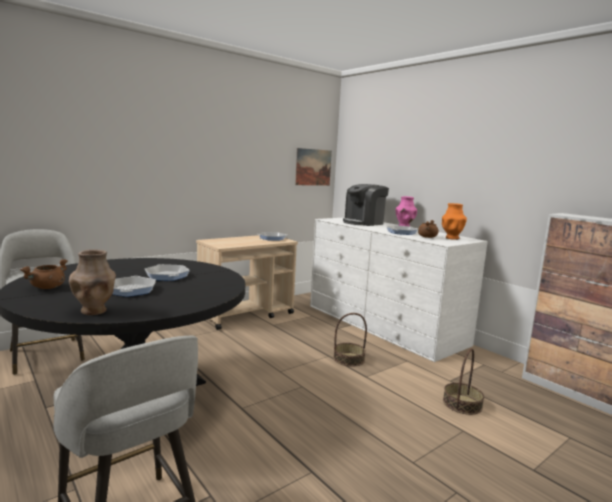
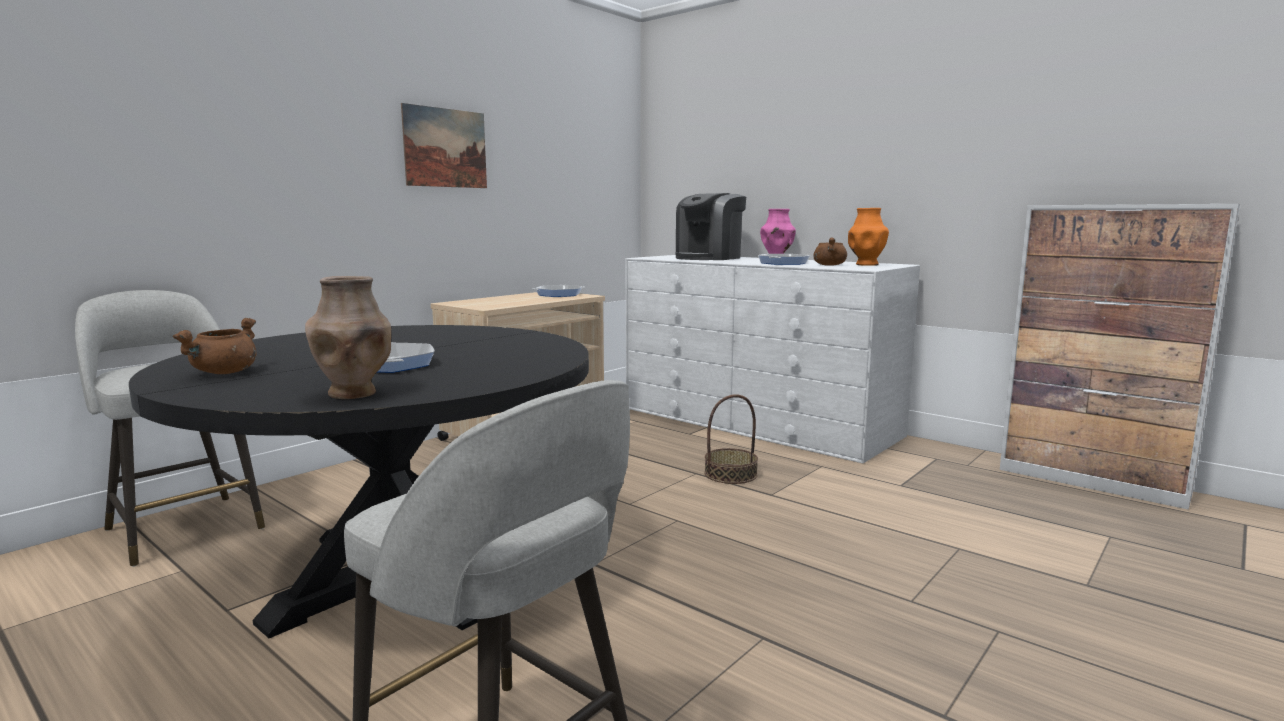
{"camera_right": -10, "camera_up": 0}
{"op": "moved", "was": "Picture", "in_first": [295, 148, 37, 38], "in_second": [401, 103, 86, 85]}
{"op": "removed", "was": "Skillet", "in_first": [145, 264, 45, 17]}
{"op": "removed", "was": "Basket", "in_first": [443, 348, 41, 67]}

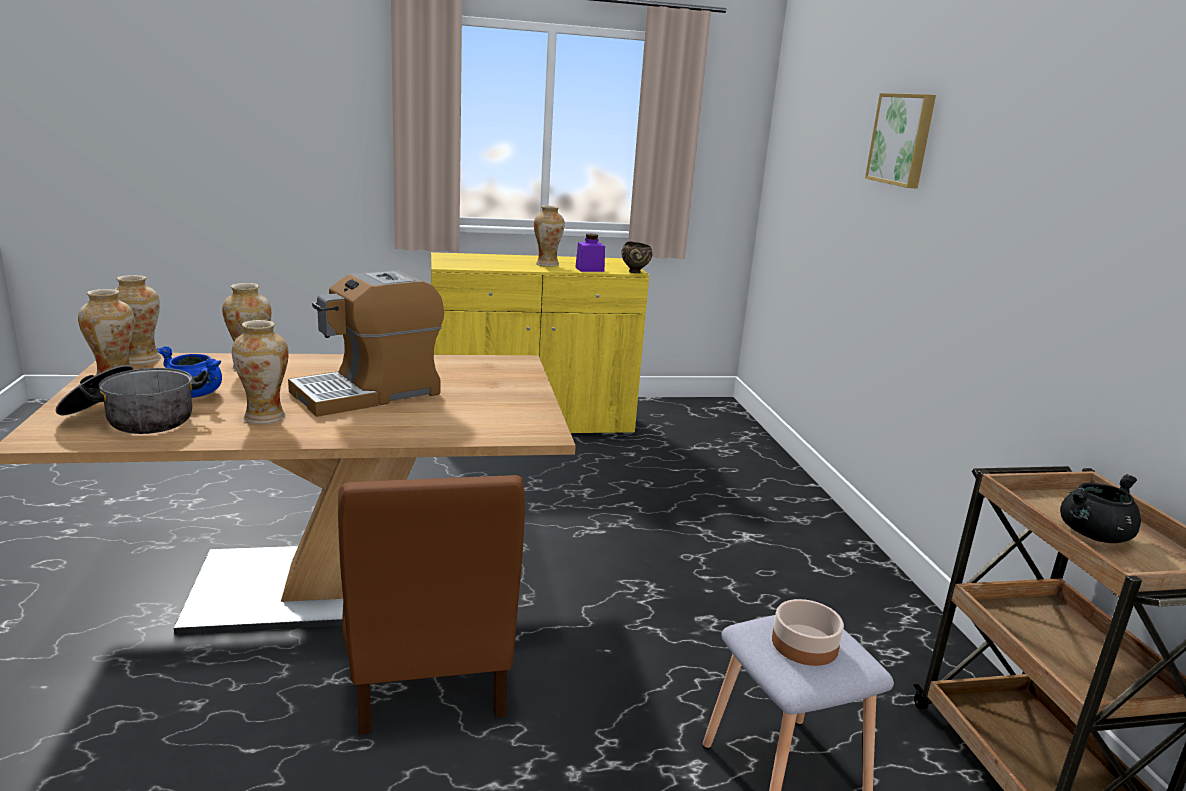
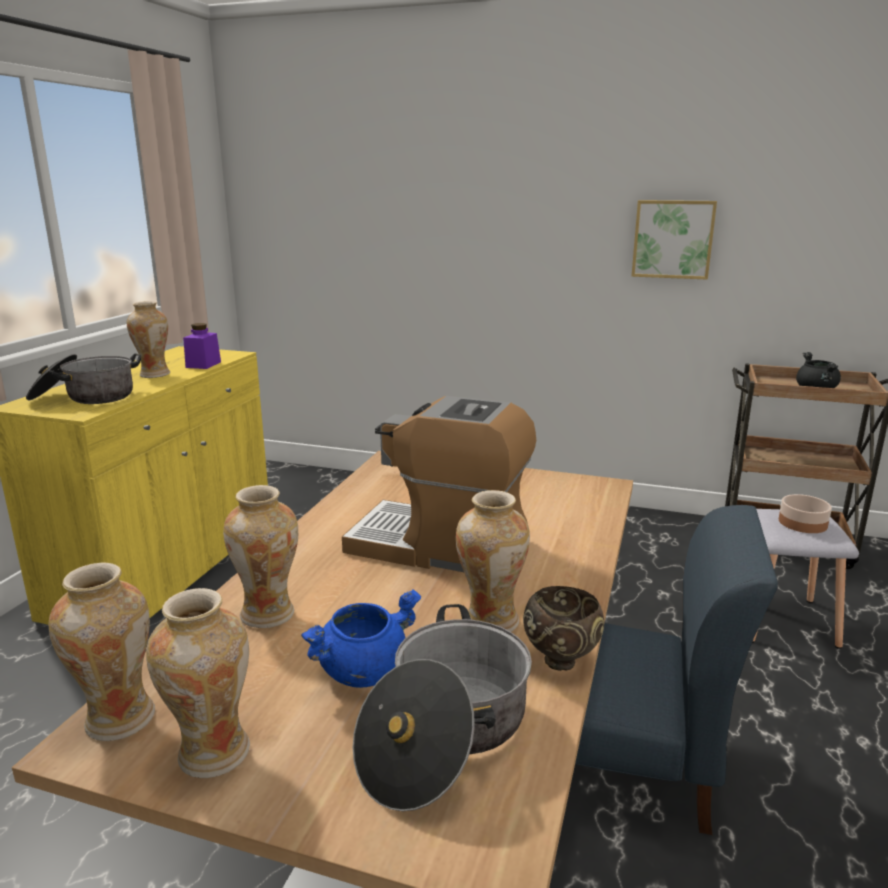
{"camera_right": -60, "camera_up": 0}
{"op": "moved", "was": "Picture", "in_first": [865, 93, 71, 96], "in_second": [631, 200, 86, 80]}
{"op": "moved", "was": "BrownColouredServingBowl", "in_first": [622, 242, 31, 31], "in_second": [523, 586, 81, 85]}
{"op": "turned", "was": "CoffeeMaker", "in_first": [288, 270, 156, 147], "in_second": [342, 396, 194, 176], "clockwise": 120}
{"op": "recoloured", "was": "BrownColouredUprightChair", "now": "BlueColouredUprightChair", "in_first": [338, 475, 187, 260], "in_second": [575, 505, 203, 330]}
{"op": "added", "now": "Stockpot", "in_second": [26, 354, 115, 50]}

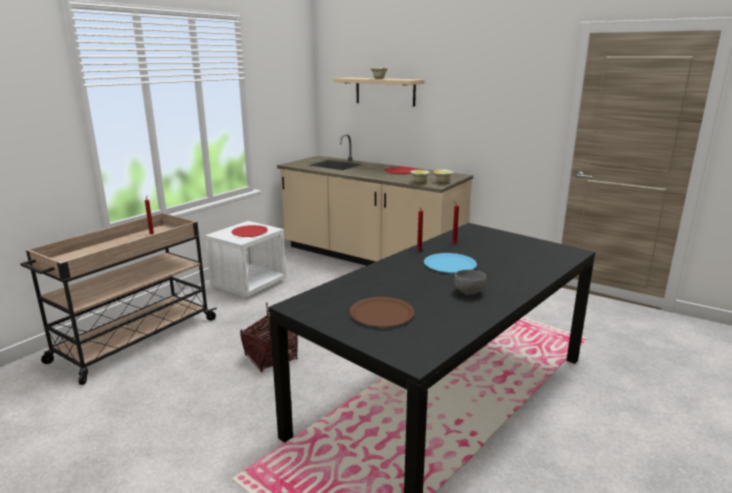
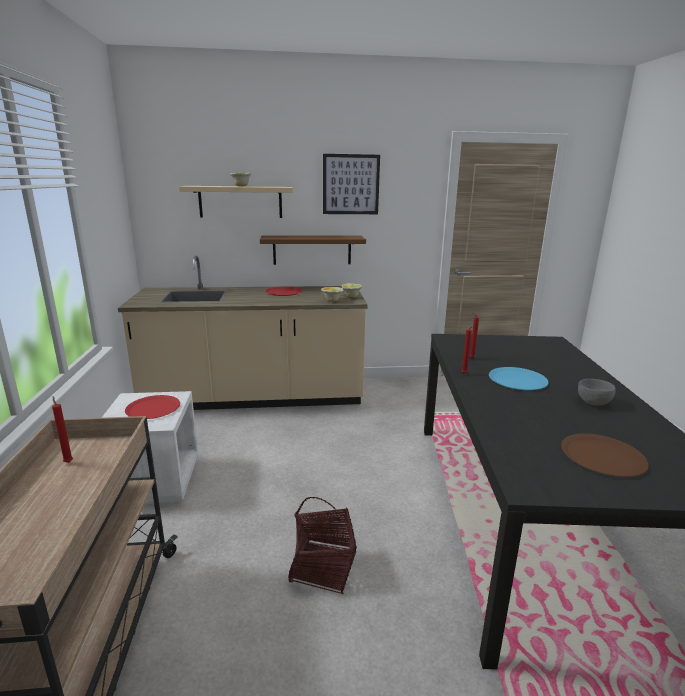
{"camera_right": -40, "camera_up": 0}
{"op": "added", "now": "Picture", "in_second": [323, 154, 57, 60]}
{"op": "added", "now": "BrownColouredShelf", "in_second": [260, 235, 106, 30]}

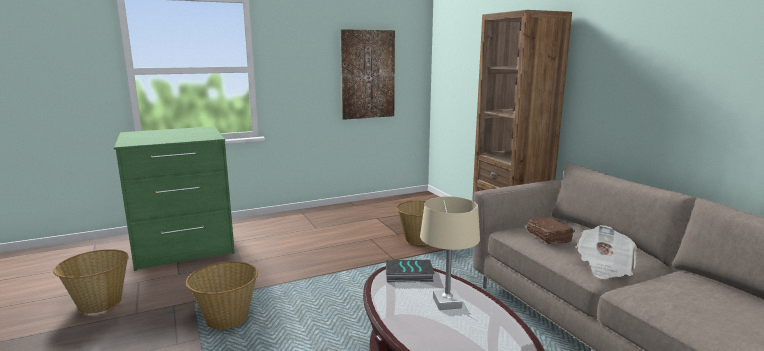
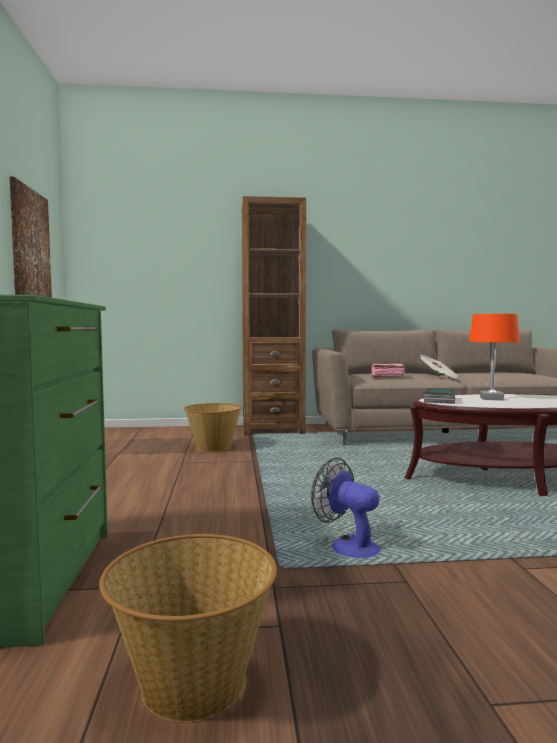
{"camera_right": -70, "camera_up": -10}
{"op": "recoloured", "was": "BeigeColouredLampForATable", "now": "OrangeyLampForATable", "in_first": [420, 196, 60, 114], "in_second": [469, 314, 51, 86]}
{"op": "recoloured", "was": "BrownColouredBook", "now": "PinkColouredBook", "in_first": [527, 217, 48, 27], "in_second": [371, 364, 34, 13]}
{"op": "replaced", "was": "Basket", "now": "Fan", "in_first": [186, 261, 72, 69], "in_second": [311, 458, 70, 100]}

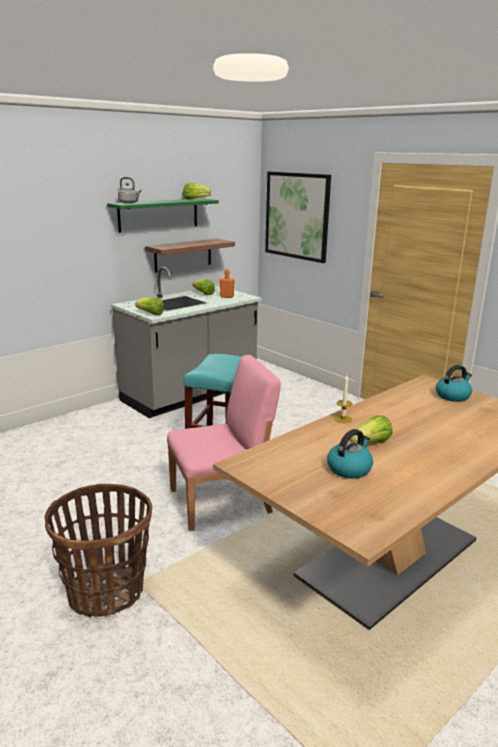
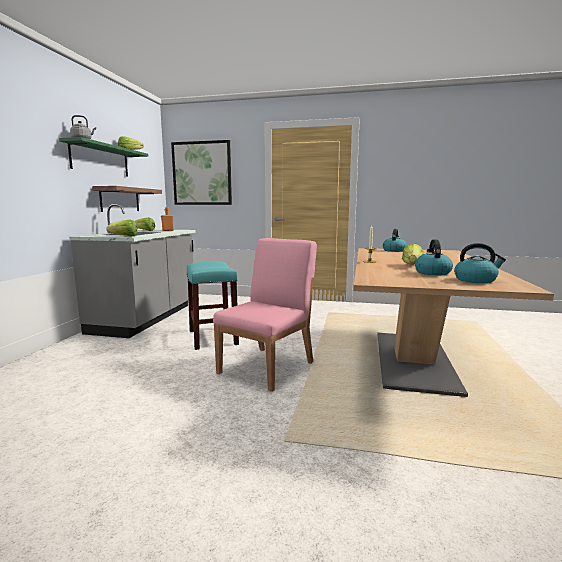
{"camera_right": -35, "camera_up": -10}
{"op": "removed", "was": "Basket", "in_first": [45, 484, 107, 134]}
{"op": "added", "now": "Kettle", "in_second": [454, 243, 52, 40]}

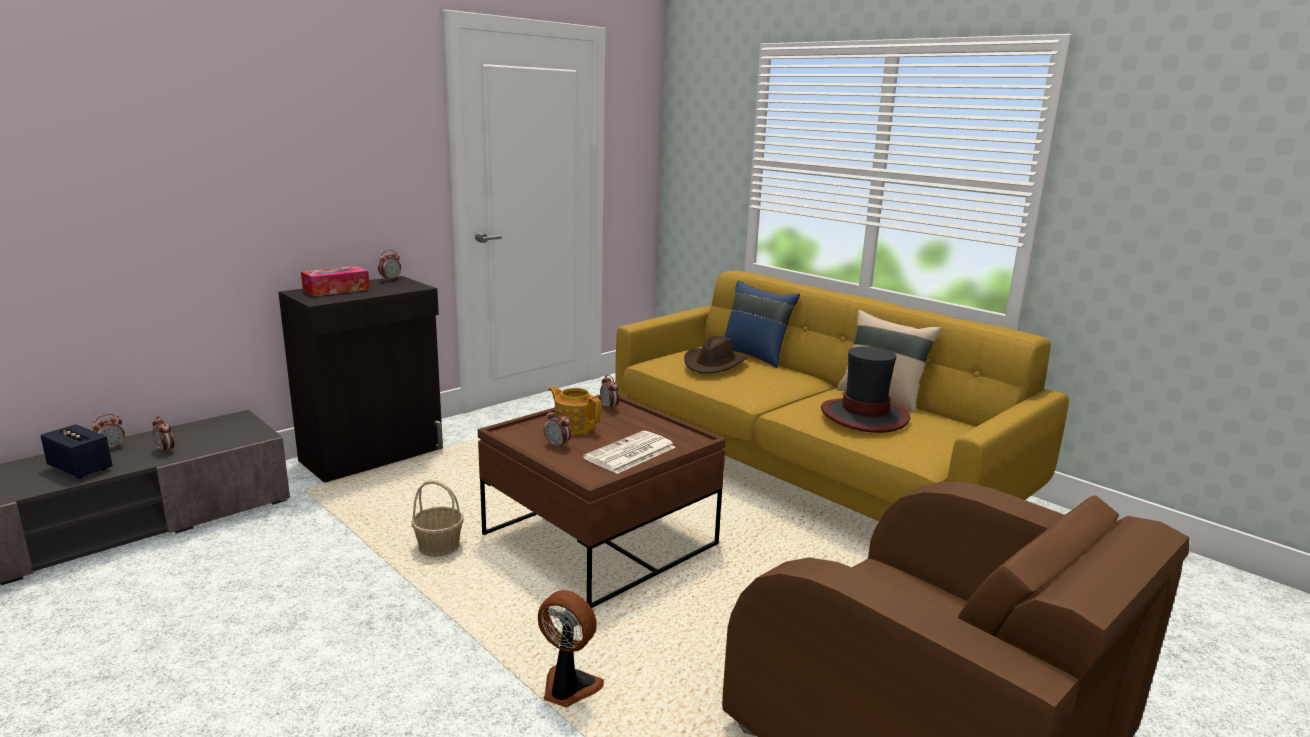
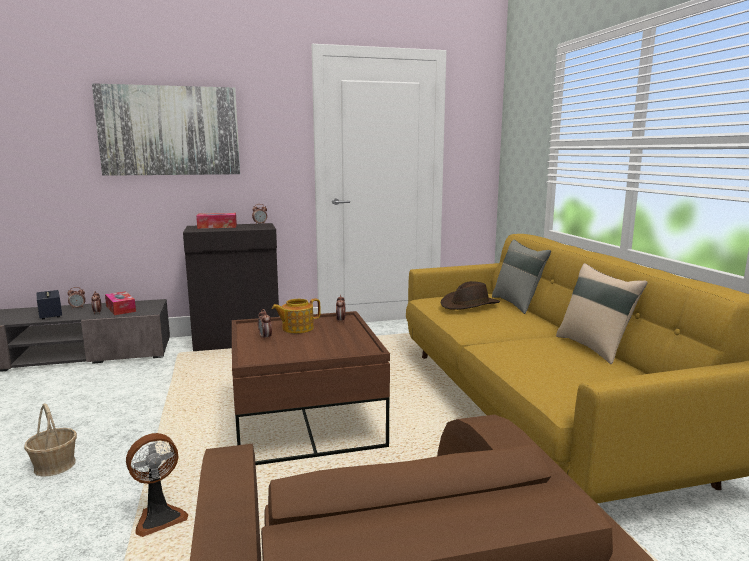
{"camera_right": 30, "camera_up": -5}
{"op": "recoloured", "was": "BlueColouredPillow", "now": "GreyishPillow", "in_first": [724, 280, 76, 88], "in_second": [492, 240, 59, 74]}
{"op": "removed", "was": "ClothingHat", "in_first": [821, 347, 89, 86]}
{"op": "turned", "was": "TeaPot", "in_first": [548, 386, 53, 49], "in_second": [272, 298, 49, 35], "clockwise": -90}
{"op": "removed", "was": "DailyPaper", "in_first": [583, 431, 93, 43]}
{"op": "moved", "was": "Basket", "in_first": [411, 480, 53, 77], "in_second": [24, 403, 53, 74]}
{"op": "turned", "was": "Fan", "in_first": [538, 590, 66, 117], "in_second": [126, 433, 62, 104], "clockwise": 90}
{"op": "added", "now": "Picture", "in_second": [92, 83, 148, 93]}
{"op": "added", "now": "TissueHolder", "in_second": [105, 291, 31, 24]}

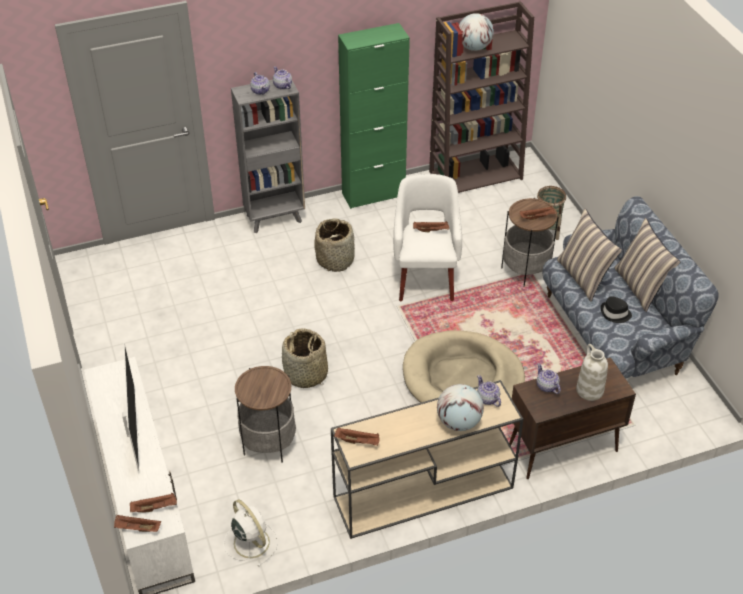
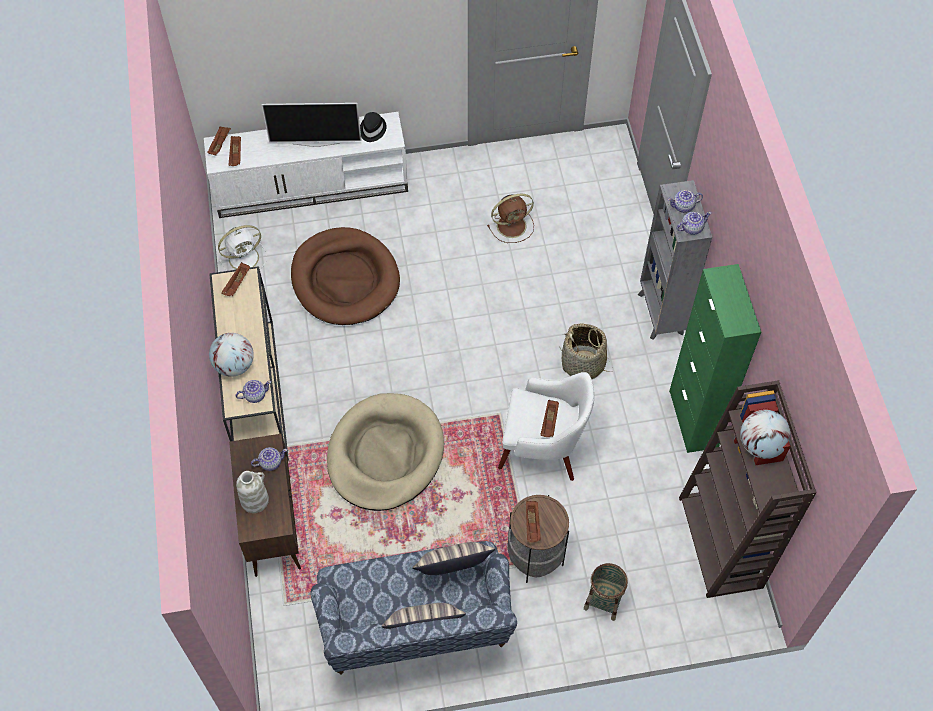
{"camera_right": 100, "camera_up": 15}
{"op": "moved", "was": "BlackColouredClothingHat", "in_first": [600, 296, 32, 27], "in_second": [360, 112, 27, 30]}
{"op": "removed", "was": "Basket", "in_first": [282, 328, 46, 60]}
{"op": "replaced", "was": "EndTable", "now": "BrownColouredDogBed", "in_first": [235, 366, 61, 97], "in_second": [291, 227, 109, 98]}
{"op": "added", "now": "BrownColouredFan", "in_second": [488, 194, 46, 49]}

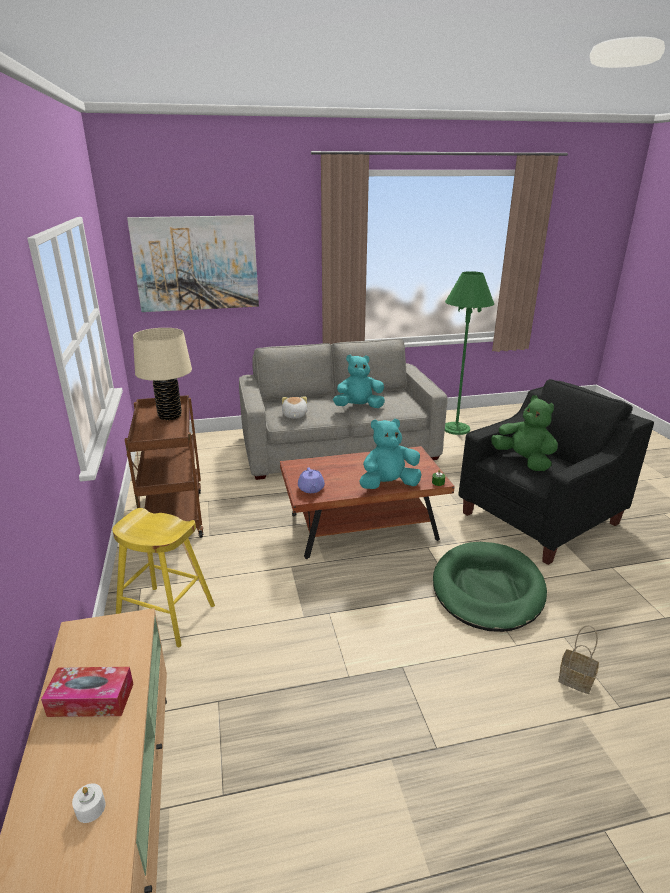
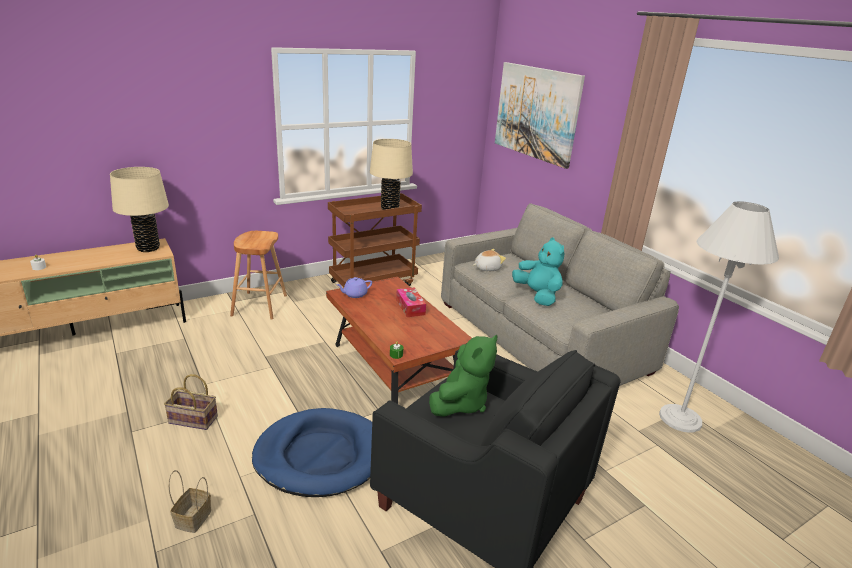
{"camera_right": 70, "camera_up": 0}
{"op": "recoloured", "was": "GreenishFloorLamp", "now": "WhiteColouredFloorLamp", "in_first": [445, 271, 49, 164], "in_second": [659, 201, 120, 232]}
{"op": "removed", "was": "TurquoiseColouredCuddlyToy", "in_first": [359, 418, 63, 71]}
{"op": "recoloured", "was": "YellowColouredStool", "now": "BrownColouredStool", "in_first": [112, 508, 103, 139], "in_second": [230, 231, 57, 89]}
{"op": "recoloured", "was": "GreenishDogBed", "now": "BlueColouredDogBed", "in_first": [433, 542, 114, 90], "in_second": [252, 408, 120, 89]}
{"op": "moved", "was": "TissueHolder", "in_first": [41, 667, 92, 50], "in_second": [396, 287, 30, 30]}
{"op": "added", "now": "BeigeColouredLampForATable", "in_second": [110, 167, 59, 85]}
{"op": "added", "now": "Basket", "in_second": [164, 374, 54, 56]}

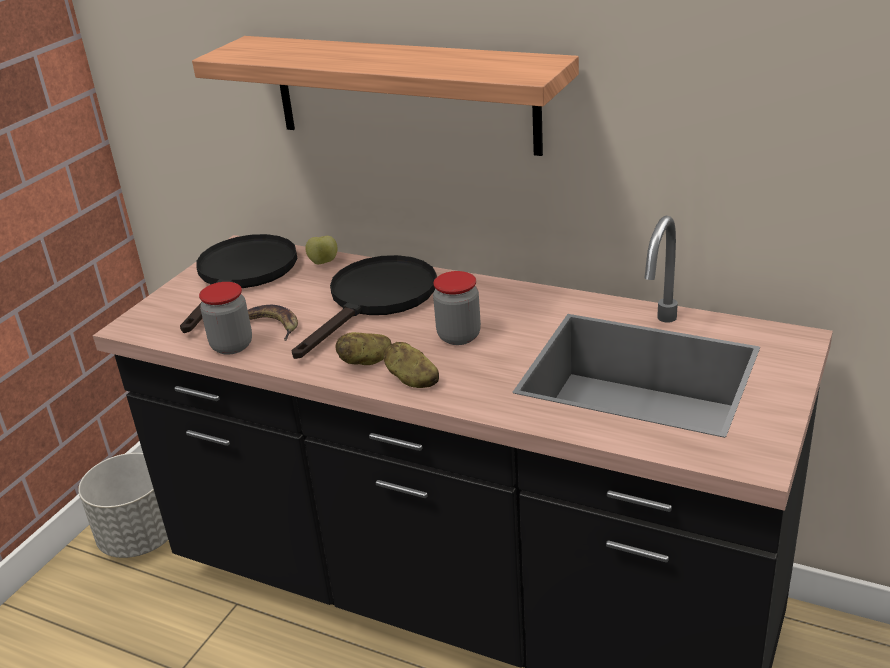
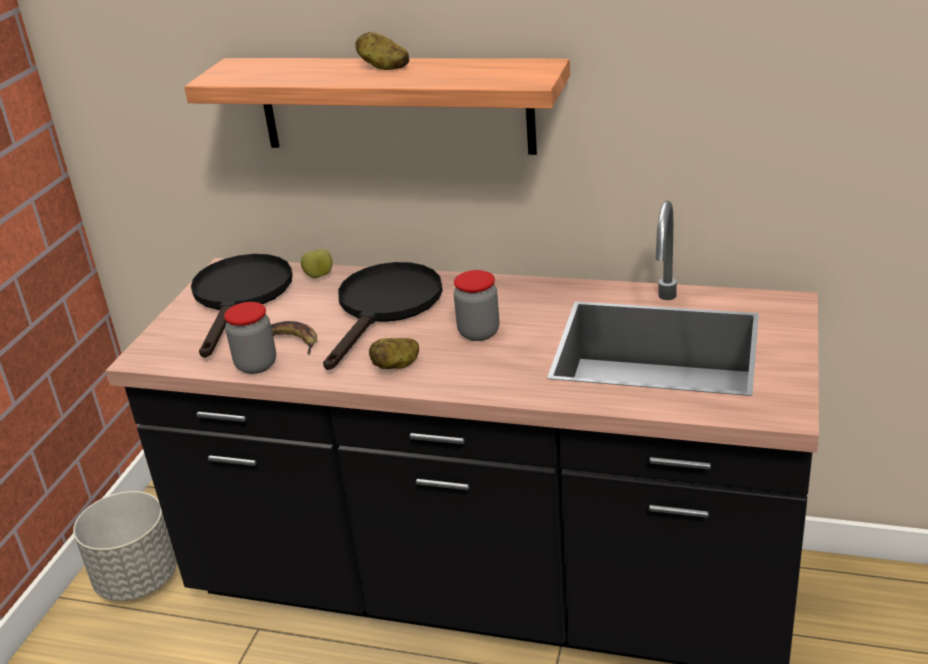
{"camera_right": -10, "camera_up": 0}
{"op": "moved", "was": "Potato", "in_first": [383, 342, 56, 46], "in_second": [355, 32, 54, 38]}

